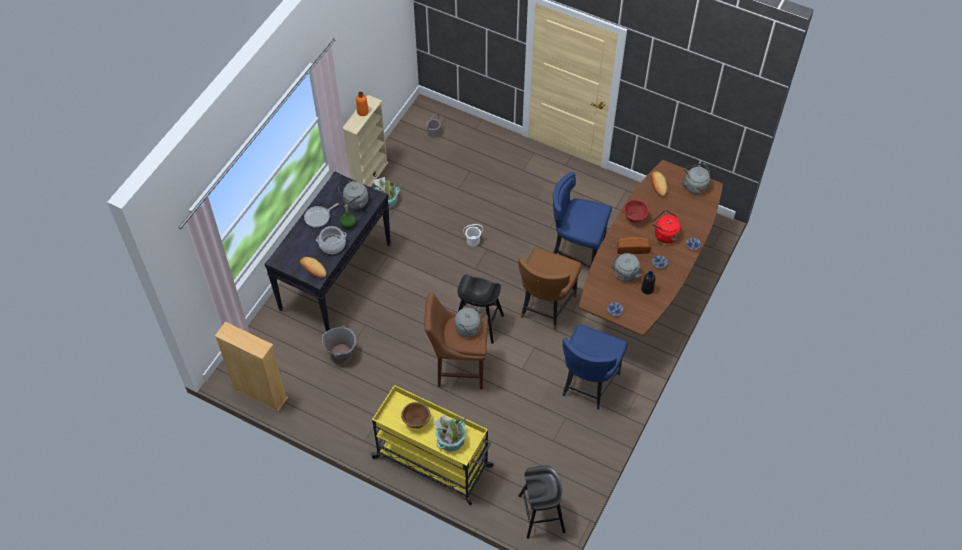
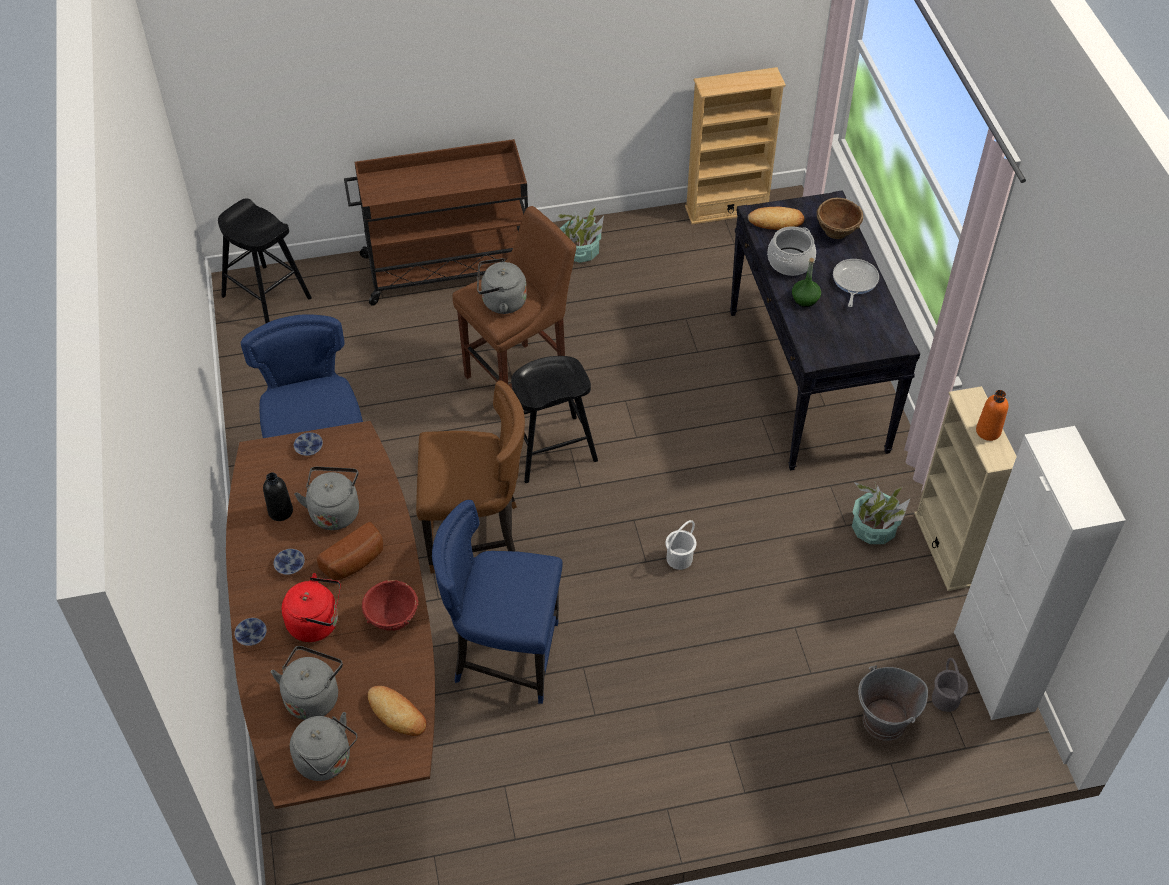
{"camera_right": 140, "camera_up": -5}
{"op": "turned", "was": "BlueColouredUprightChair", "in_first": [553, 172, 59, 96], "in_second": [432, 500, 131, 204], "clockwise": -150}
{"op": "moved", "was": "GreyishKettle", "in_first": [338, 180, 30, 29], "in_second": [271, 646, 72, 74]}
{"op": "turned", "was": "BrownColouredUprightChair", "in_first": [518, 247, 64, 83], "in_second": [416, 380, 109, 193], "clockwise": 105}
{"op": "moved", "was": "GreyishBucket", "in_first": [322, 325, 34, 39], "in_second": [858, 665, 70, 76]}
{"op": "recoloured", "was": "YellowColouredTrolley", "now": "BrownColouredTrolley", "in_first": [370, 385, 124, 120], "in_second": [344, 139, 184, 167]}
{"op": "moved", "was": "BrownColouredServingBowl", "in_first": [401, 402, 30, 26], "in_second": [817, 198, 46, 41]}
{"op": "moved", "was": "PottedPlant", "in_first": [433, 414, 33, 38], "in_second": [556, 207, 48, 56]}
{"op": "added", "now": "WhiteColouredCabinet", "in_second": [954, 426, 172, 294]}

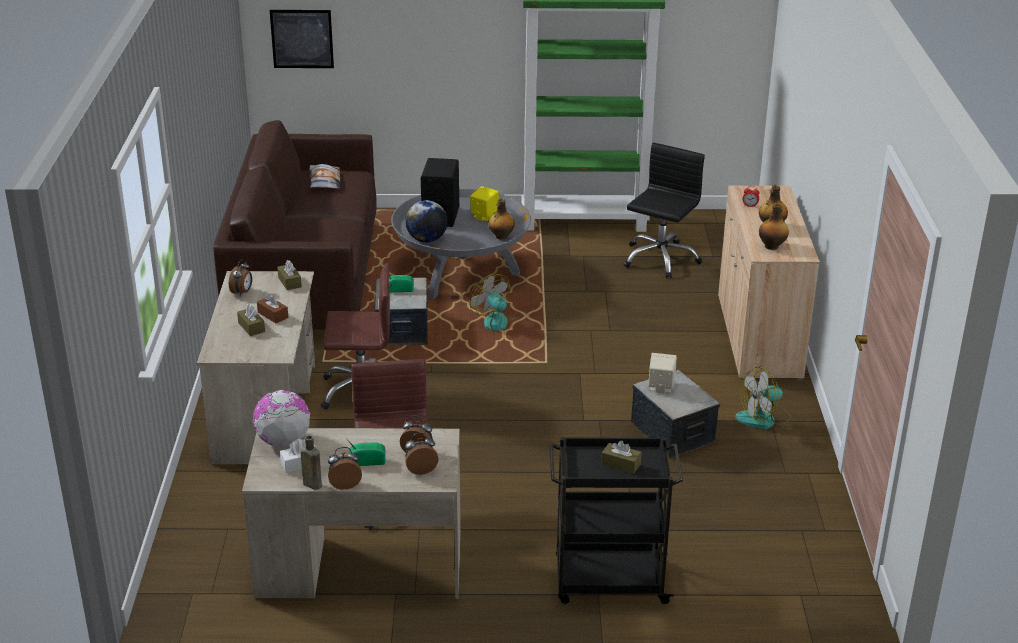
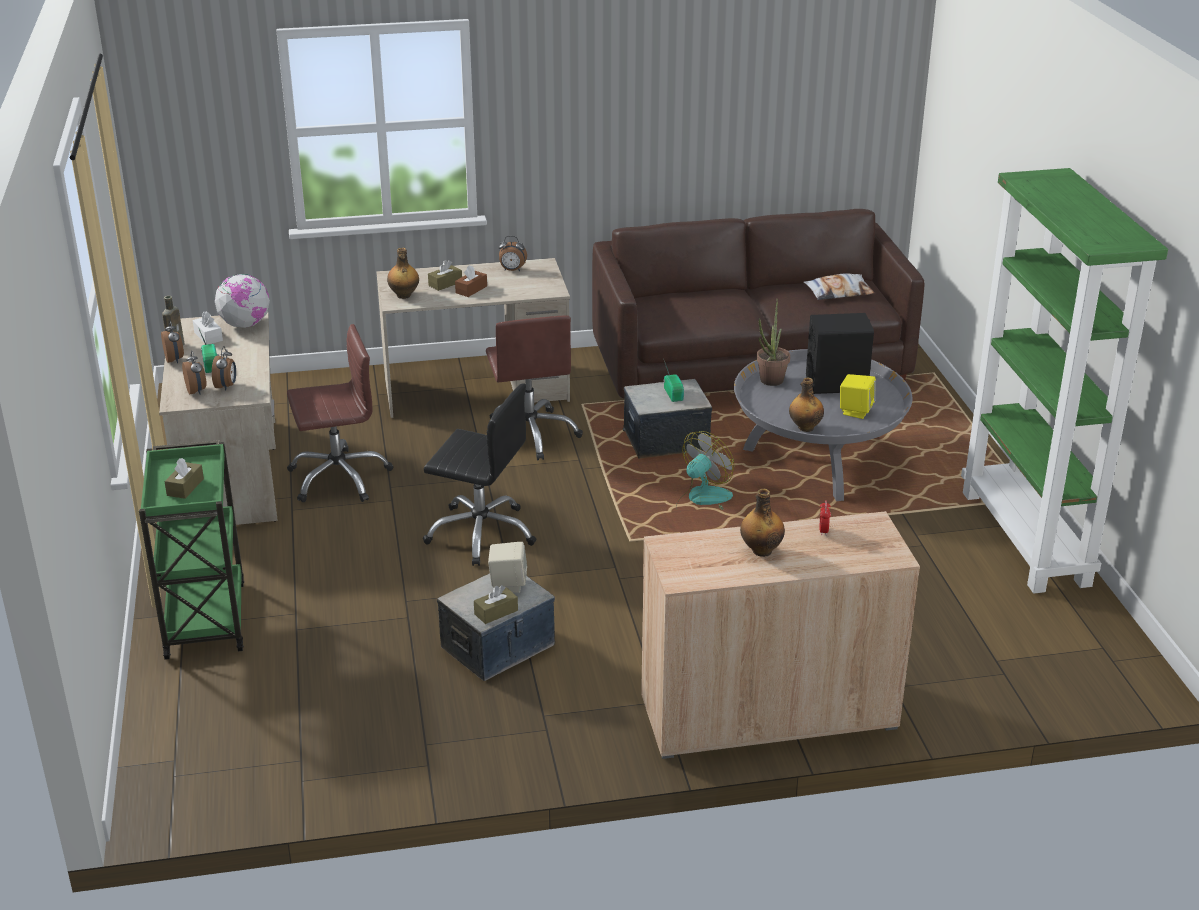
{"camera_right": 80, "camera_up": 0}
{"op": "removed", "was": "Picture", "in_first": [270, 10, 64, 58]}
{"op": "moved", "was": "BlackColouredOfficeChair", "in_first": [623, 143, 82, 136], "in_second": [423, 383, 114, 183]}
{"op": "replaced", "was": "DeskGlobe", "now": "PottedPlant", "in_first": [405, 200, 43, 43], "in_second": [756, 301, 34, 85]}
{"op": "moved", "was": "BeverageBottle", "in_first": [759, 203, 30, 47], "in_second": [387, 248, 32, 51]}
{"op": "moved", "was": "BrownColouredTissueHolder", "in_first": [277, 260, 25, 30], "in_second": [474, 585, 44, 39]}
{"op": "removed", "was": "Fan", "in_first": [735, 367, 56, 62]}
{"op": "recoloured", "was": "BlackColouredTrolley", "now": "GreenishTrolley", "in_first": [549, 437, 134, 167], "in_second": [139, 440, 105, 220]}

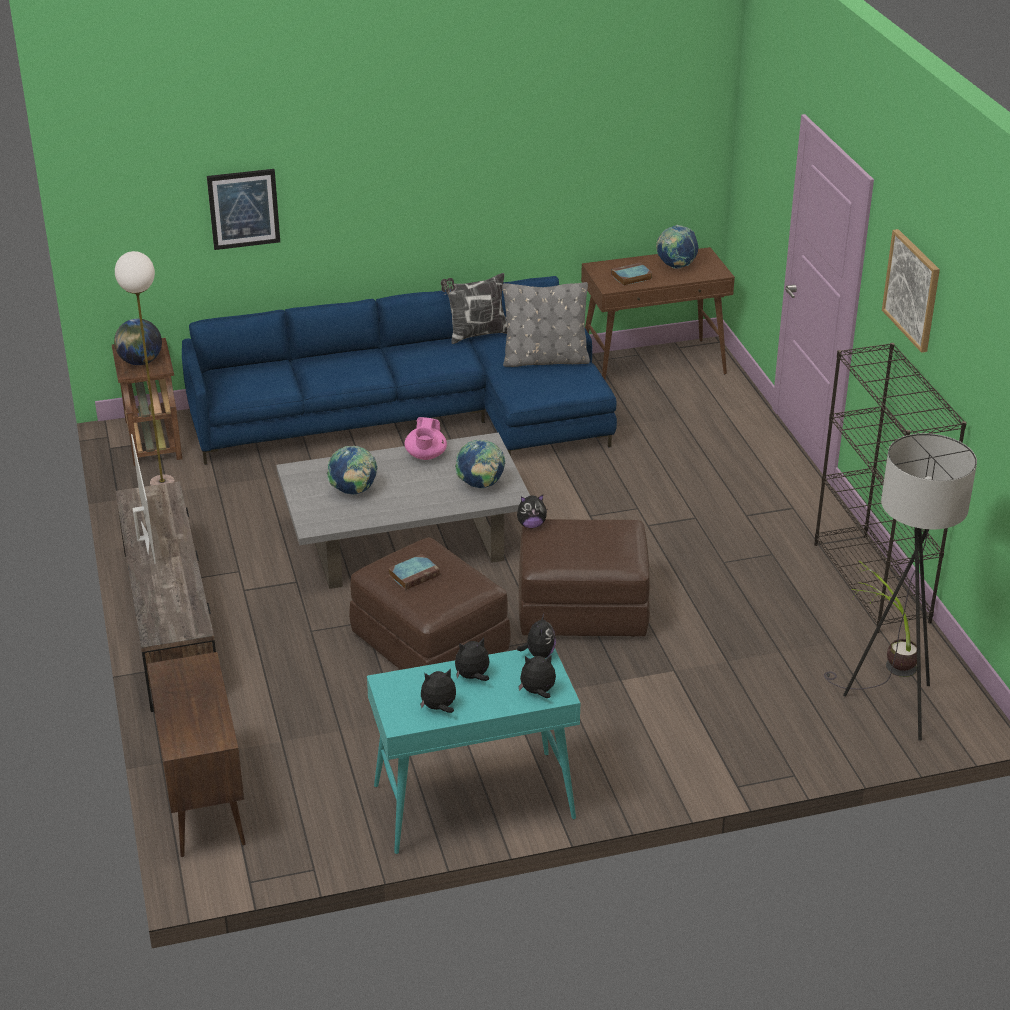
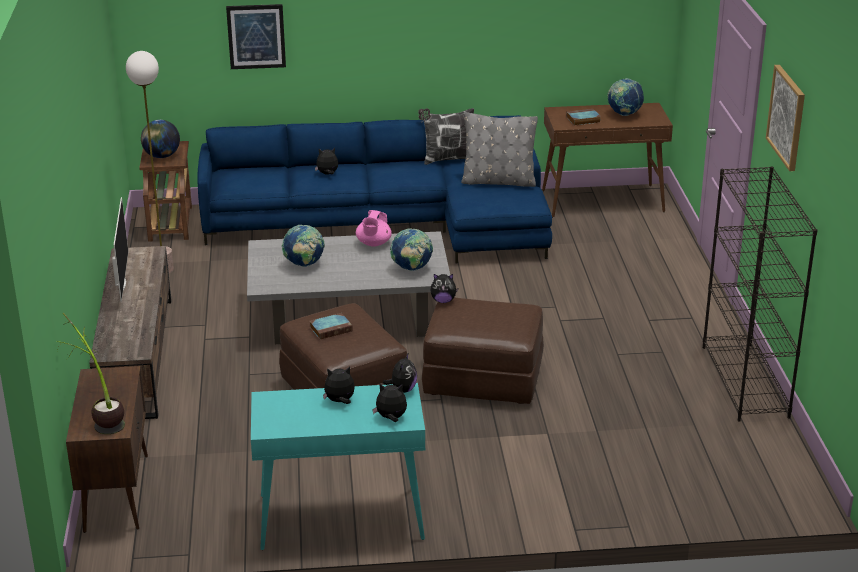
{"camera_right": 10, "camera_up": -5}
{"op": "removed", "was": "GreyishFloorLamp", "in_first": [824, 433, 153, 308]}
{"op": "moved", "was": "PottedPlant", "in_first": [851, 560, 66, 117], "in_second": [56, 312, 69, 122]}
{"op": "moved", "was": "CuddlyToy", "in_first": [420, 668, 36, 45], "in_second": [315, 148, 23, 27]}

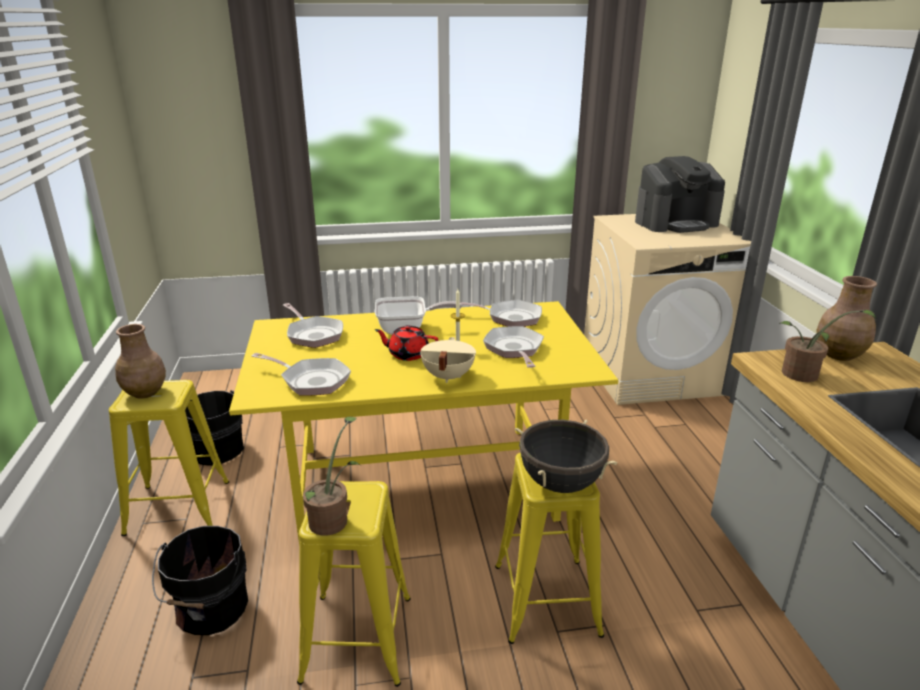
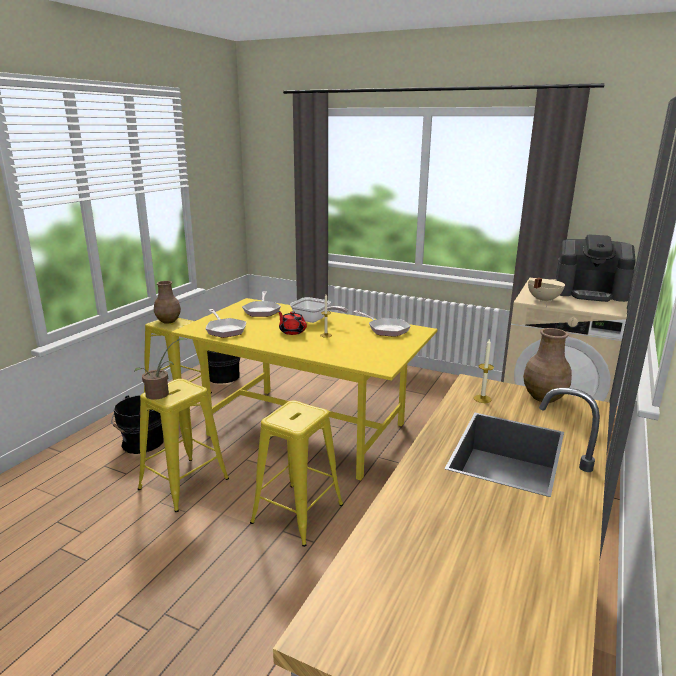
{"camera_right": 35, "camera_up": -5}
{"op": "replaced", "was": "PottedPlant", "now": "WaxLight", "in_first": [779, 310, 98, 72], "in_second": [474, 338, 20, 65]}
{"op": "removed", "was": "Skillet", "in_first": [483, 326, 61, 42]}
{"op": "moved", "was": "BeigeColouredStockpot", "in_first": [420, 337, 56, 46], "in_second": [528, 278, 37, 24]}
{"op": "removed", "was": "BlackColouredStockpot", "in_first": [515, 420, 102, 73]}

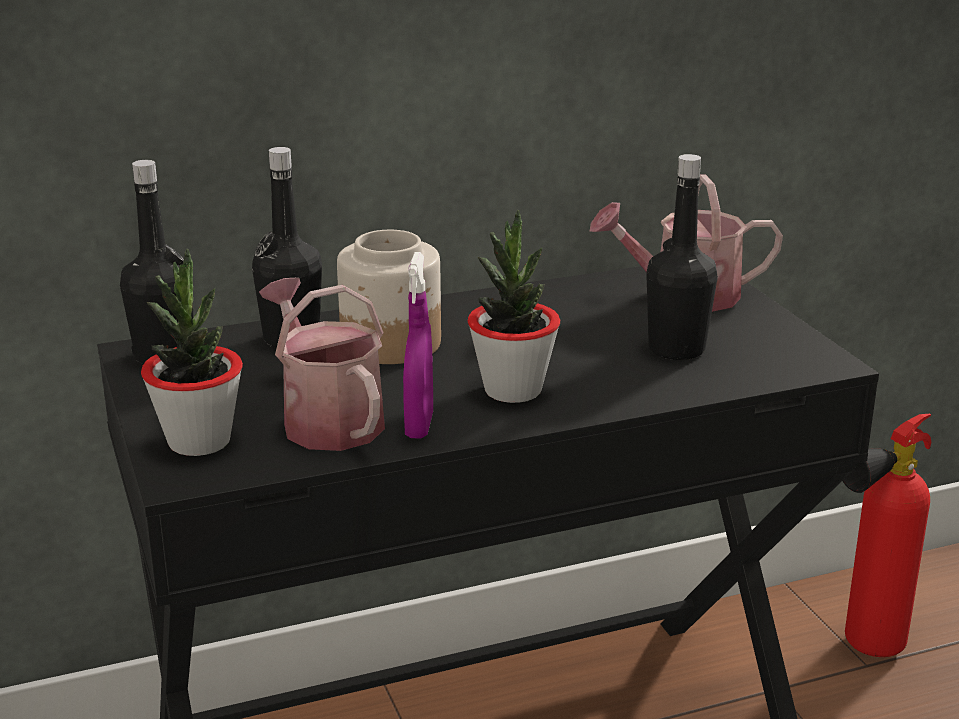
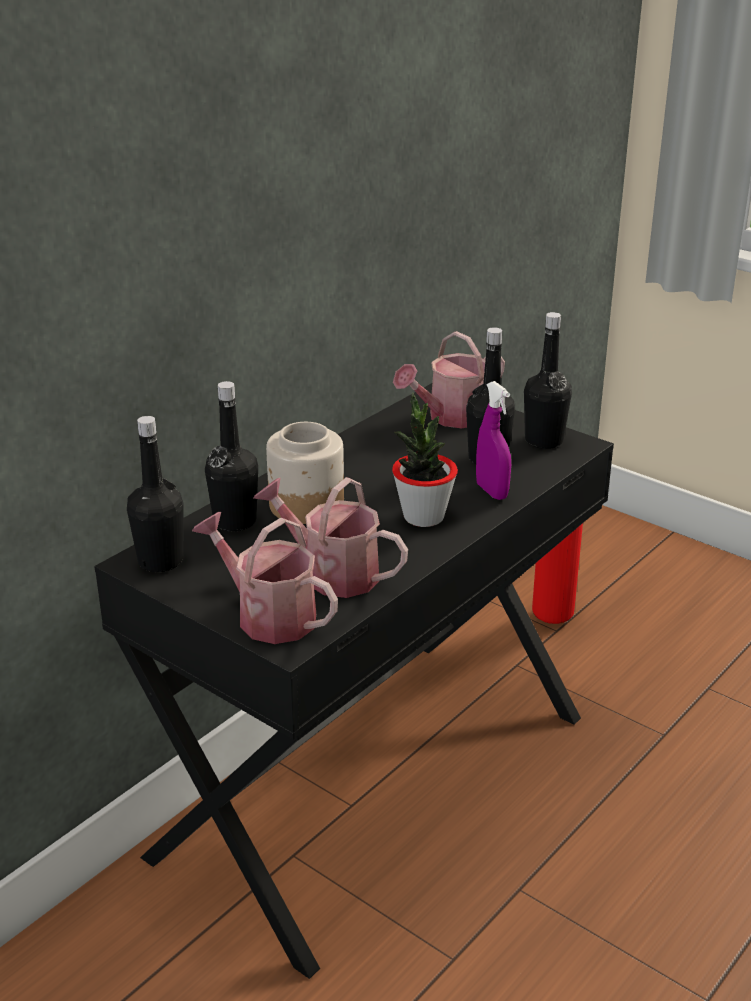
{"camera_right": -30, "camera_up": 5}
{"op": "replaced", "was": "PottedPlant", "now": "WateringPot", "in_first": [141, 248, 102, 208], "in_second": [192, 512, 146, 132]}
{"op": "moved", "was": "PurpleColouredHandSprayer", "in_first": [403, 252, 30, 186], "in_second": [476, 381, 35, 119]}
{"op": "added", "now": "BlackColouredBeverageBottle", "in_second": [524, 312, 48, 137]}

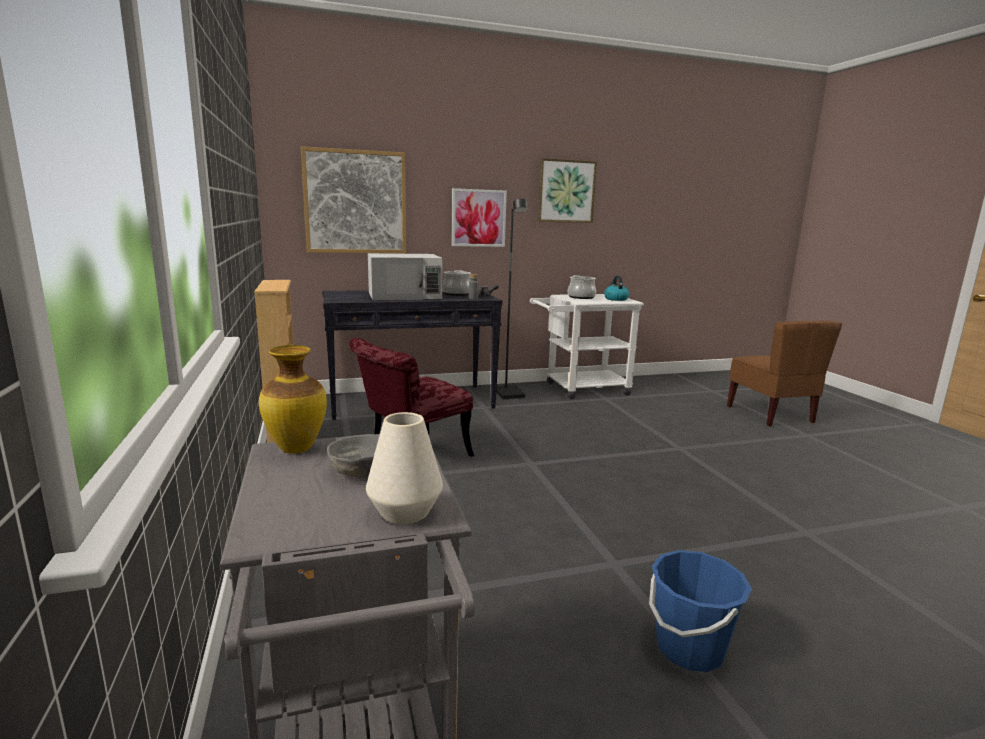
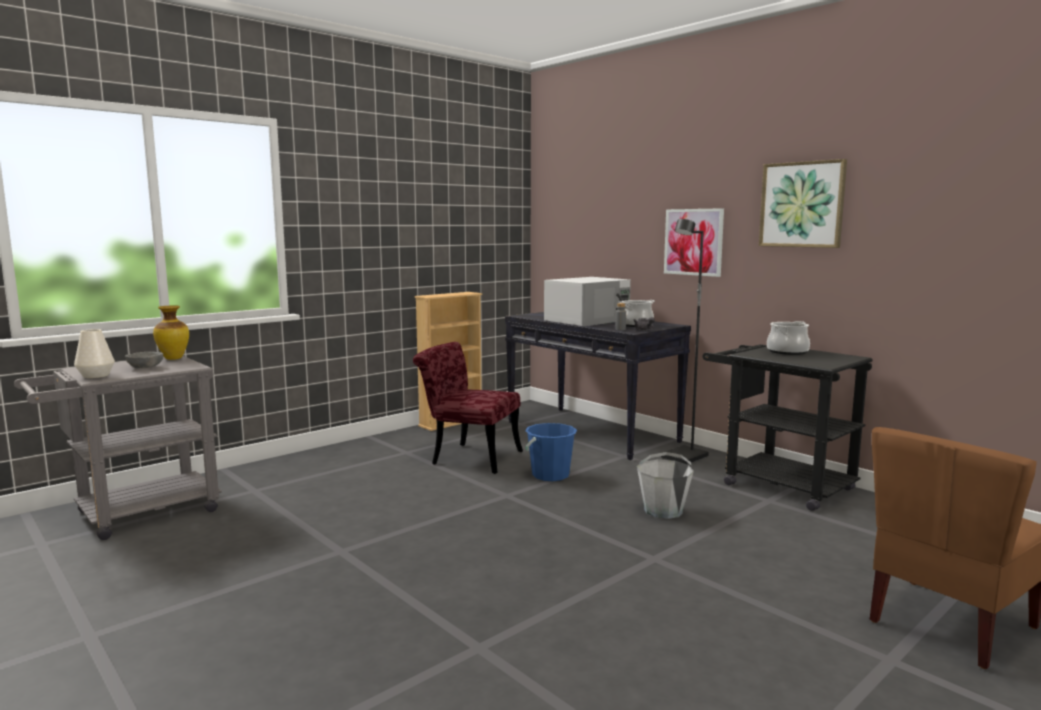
{"camera_right": 65, "camera_up": -5}
{"op": "removed", "was": "Picture", "in_first": [301, 146, 105, 107]}
{"op": "turned", "was": "WhiteColouredKitchenMicrowave", "in_first": [368, 253, 75, 47], "in_second": [544, 277, 87, 49], "clockwise": -90}
{"op": "removed", "was": "Kettle", "in_first": [604, 276, 25, 25]}
{"op": "recoloured", "was": "WhiteColouredTrolley", "now": "BlackColouredTrolley", "in_first": [530, 294, 114, 106], "in_second": [703, 344, 170, 167]}
{"op": "moved", "was": "BlueColouredBucket", "in_first": [649, 550, 103, 122], "in_second": [525, 423, 52, 58]}
{"op": "added", "now": "GreyishBucket", "in_second": [637, 452, 57, 67]}

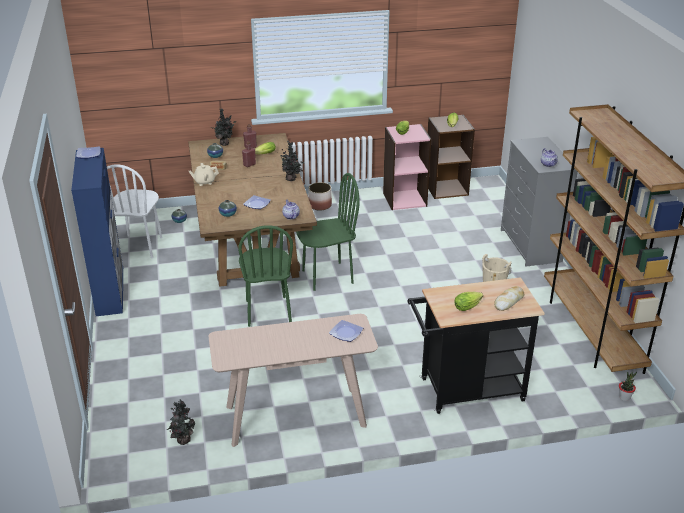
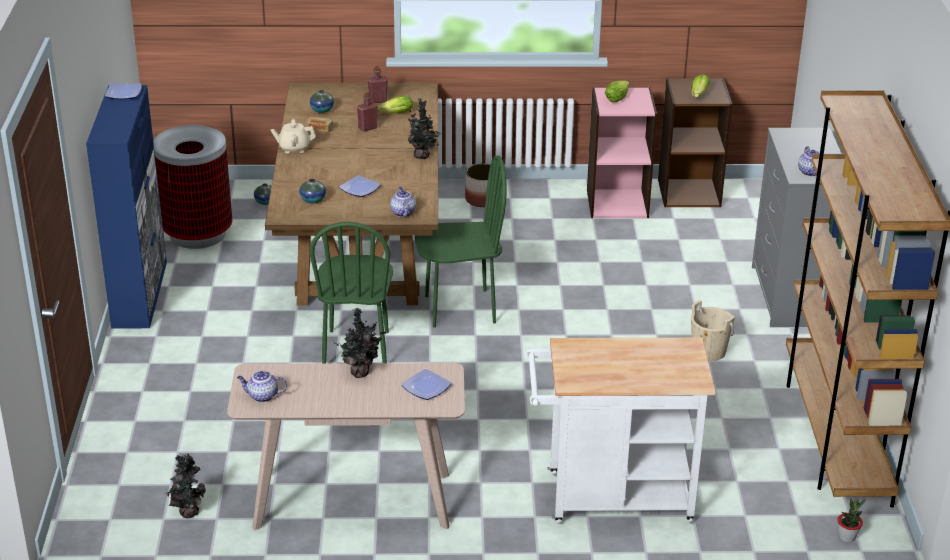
{"camera_right": 10, "camera_up": 0}
{"op": "moved", "was": "PottedPlant", "in_first": [211, 108, 25, 38], "in_second": [333, 308, 54, 70]}
{"op": "replaced", "was": "WhiteColouredUprightChair", "now": "WasteBin", "in_first": [107, 164, 55, 94], "in_second": [153, 125, 79, 124]}
{"op": "recoloured", "was": "BlackColouredTrolley", "now": "WhiteColouredTrolley", "in_first": [407, 277, 138, 137], "in_second": [526, 338, 190, 186]}
{"op": "removed", "was": "Bread", "in_first": [494, 286, 30, 25]}
{"op": "removed", "was": "HeadOfLettuce", "in_first": [454, 292, 29, 19]}
{"op": "added", "now": "TeaPot", "in_second": [237, 371, 50, 31]}

